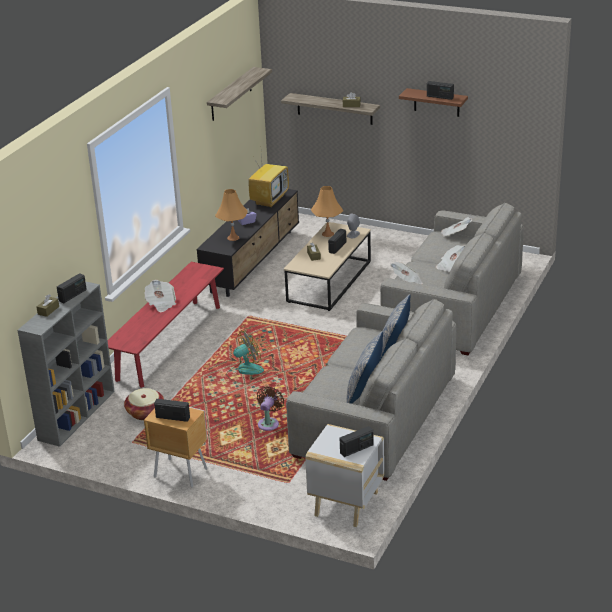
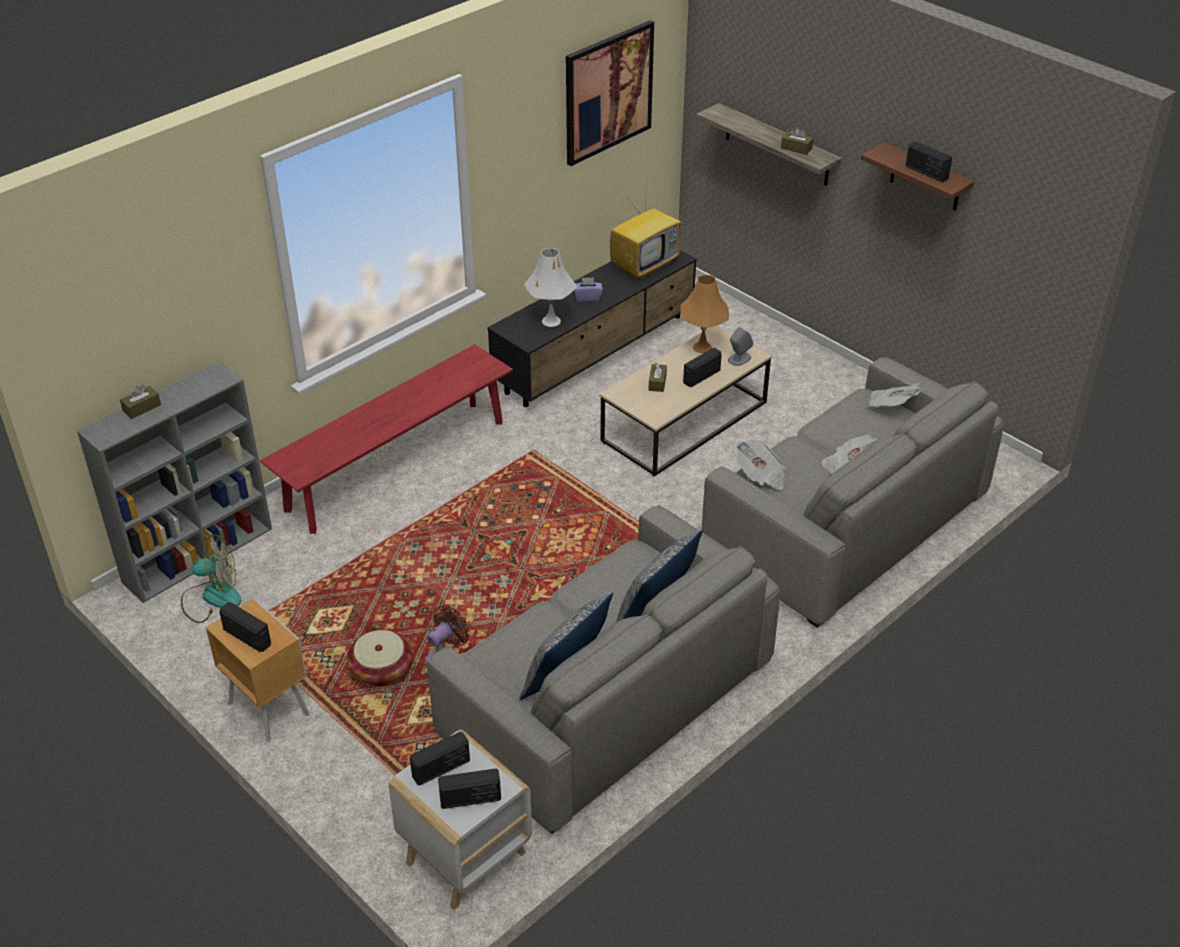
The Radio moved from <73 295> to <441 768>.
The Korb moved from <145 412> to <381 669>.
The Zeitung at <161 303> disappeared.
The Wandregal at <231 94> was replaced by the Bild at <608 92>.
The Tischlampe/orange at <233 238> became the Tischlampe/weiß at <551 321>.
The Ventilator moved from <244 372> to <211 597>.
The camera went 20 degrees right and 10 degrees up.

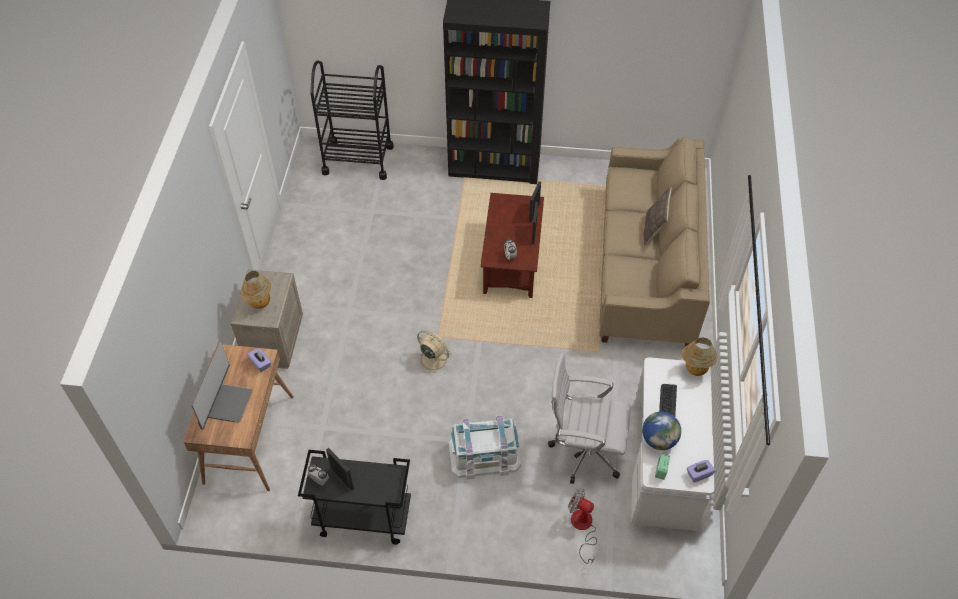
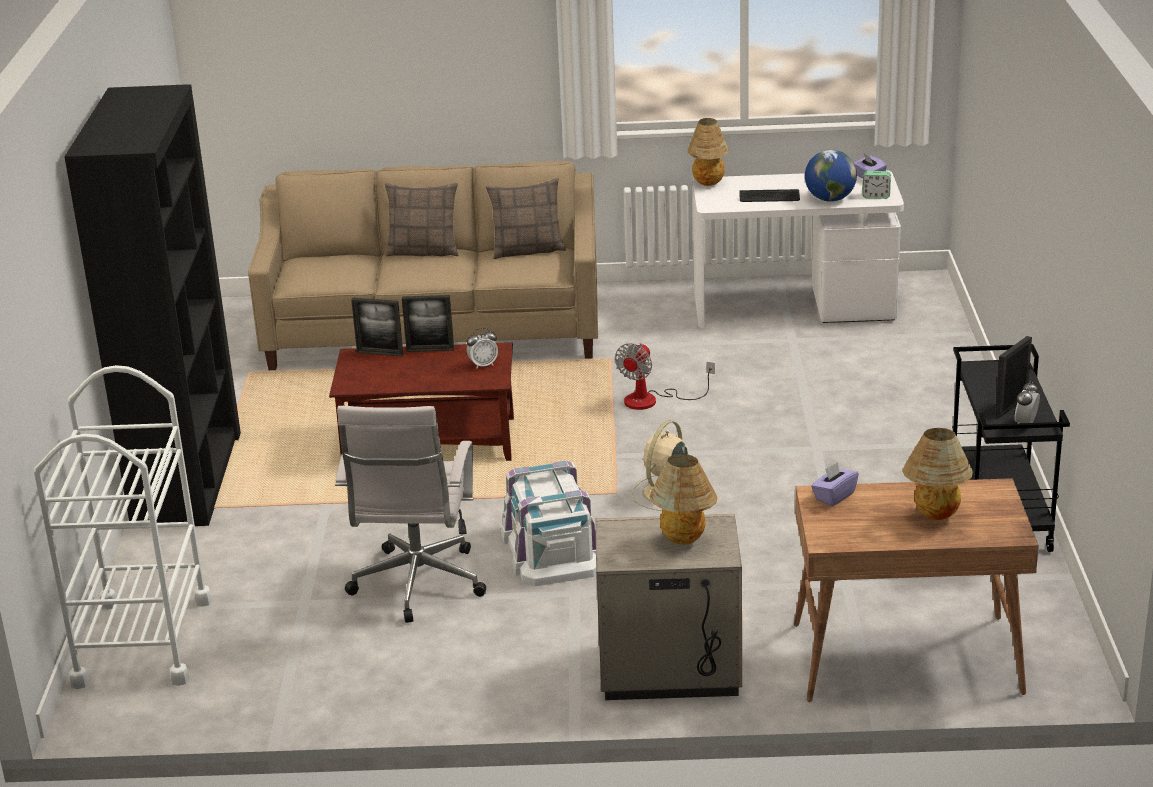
The Monitor at <226 403> was replaced by the Tischlampe at <934 516>.
The Rollwagen/schwarz at <358 159> became the Rollwagen/weiß at <143 642>.
The Aufbewahrungsbox/weiß moved from <484 454> to <550 549>.
The Bürostuhl/weiß moved from <583 450> to <417 587>.
The Ventilator moved from <582 528> to <652 400>.
The Kissen at <528 250> appeared.
The camera went 95 degrees left and 25 degrees down.

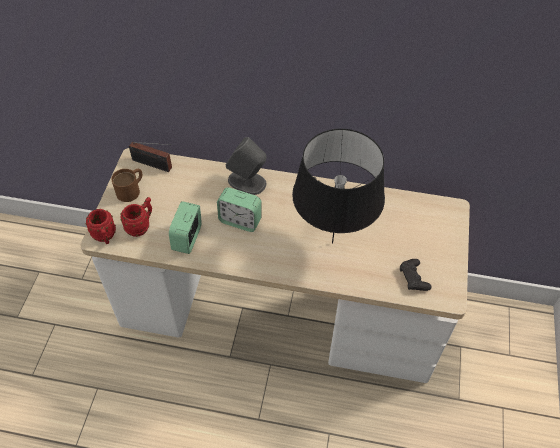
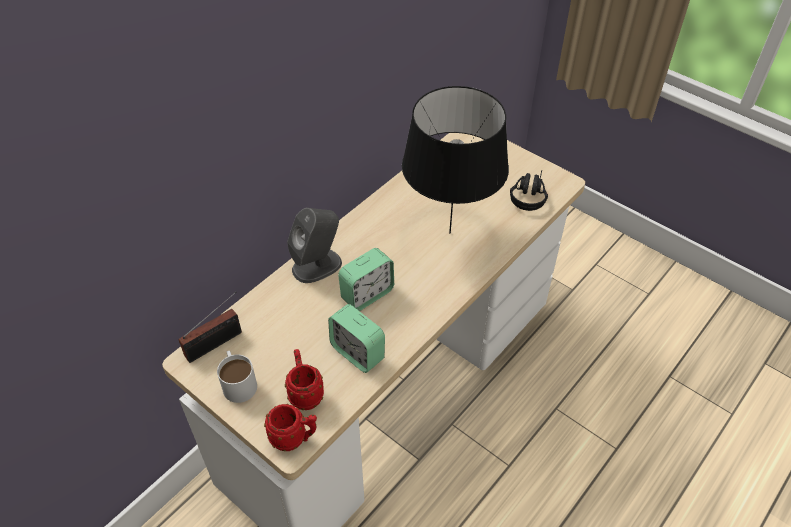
The Henkelbecher/braun at <131 189> became the Henkelbecher/weiß at <238 382>.
The Gamepad/schwarz at <413 278> was replaced by the Kopfhörer/schwarz at <528 195>.
The camera went 60 degrees left and 5 degrees down.

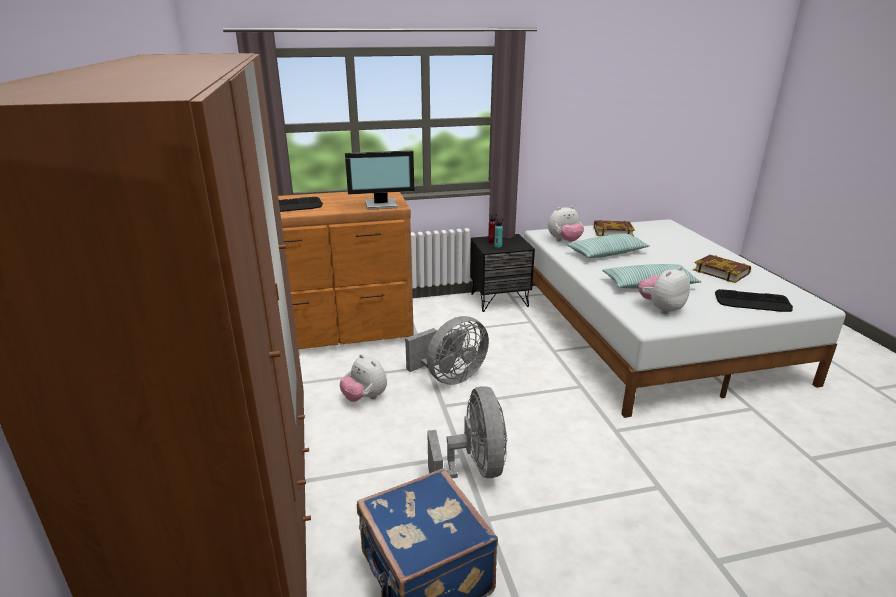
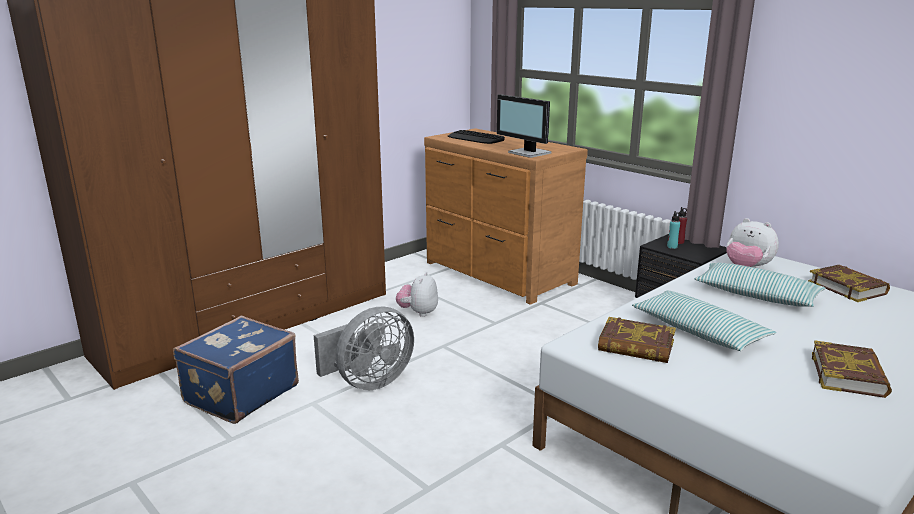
The Ventilator/grau at <450 377> disappeared.
The Plüschtier at <661 308> was replaced by the Buch at <636 346>.
The Tastatur at <752 302> disappeared.
The camera went 60 degrees right and 5 degrees down.

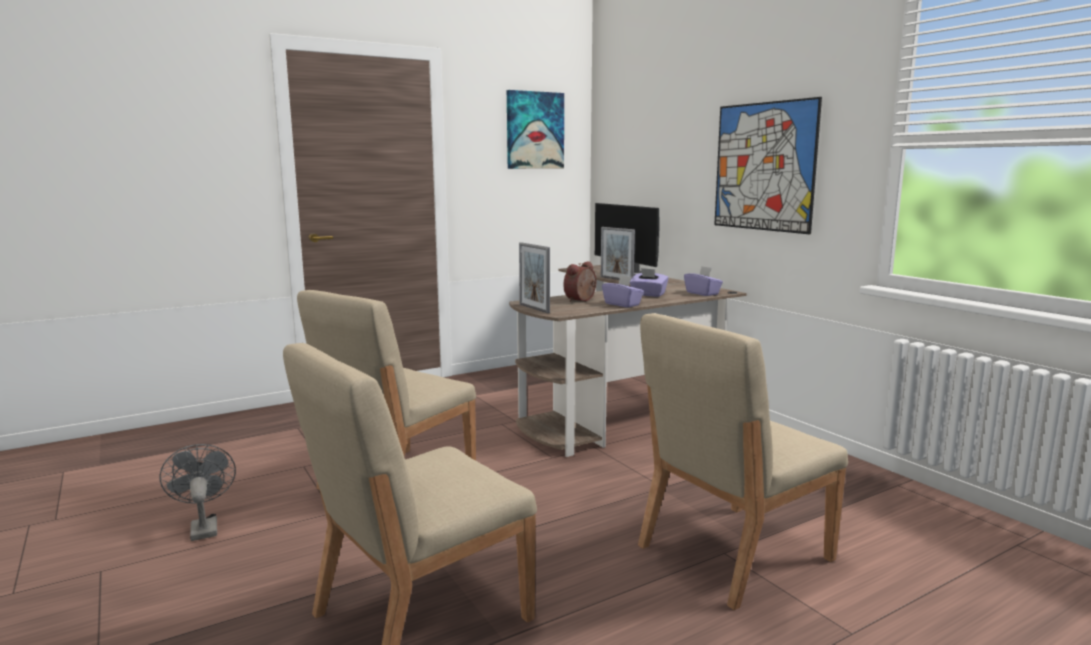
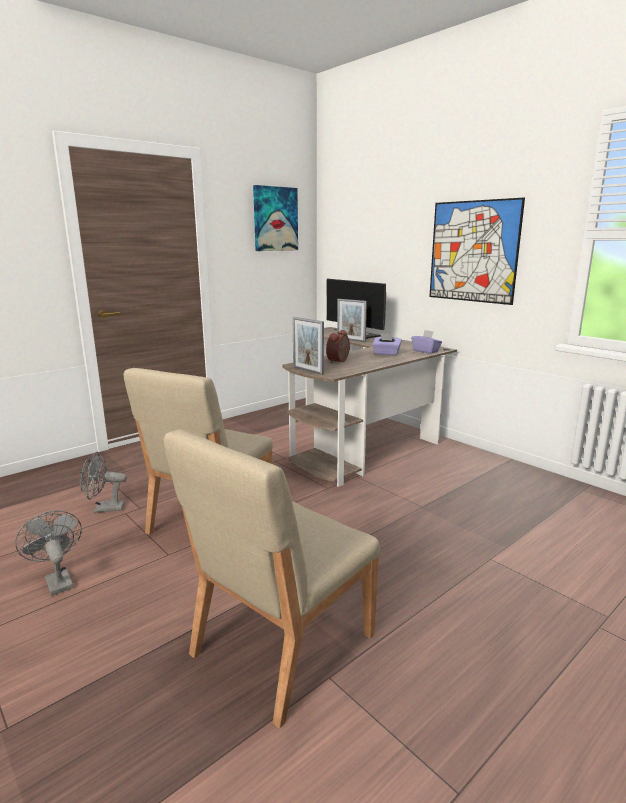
The Taschentuchbox/lila at <622 304> disappeared.
The Stuhl/beige at <732 553> disappeared.
The Ventilator/grau at <104 508> appeared.
The camera went 10 degrees left and 5 degrees up.

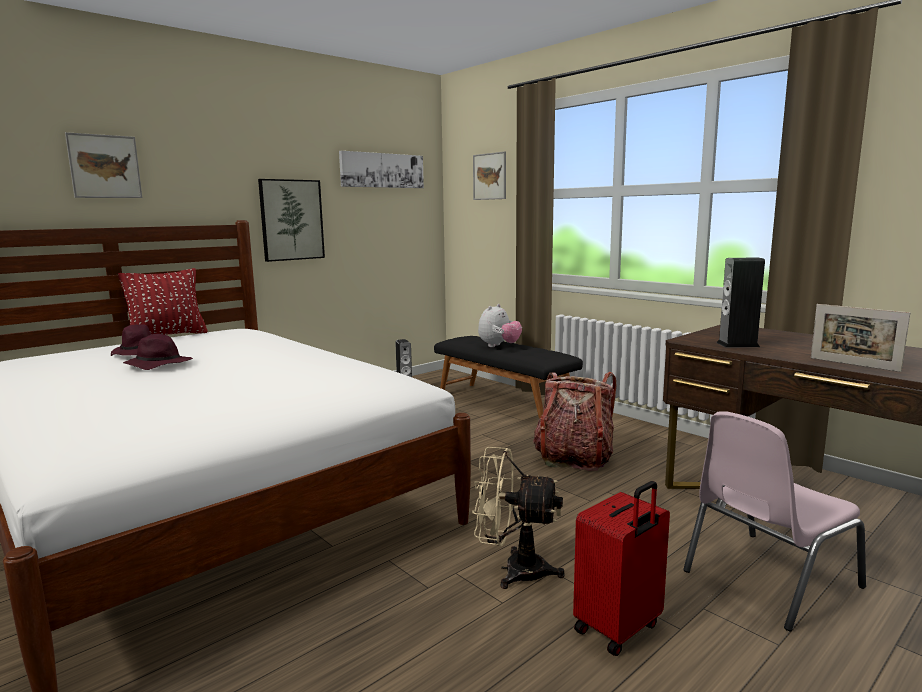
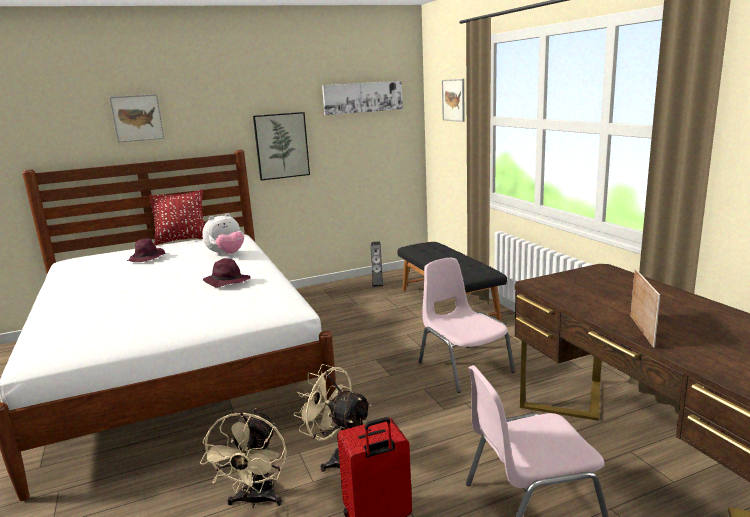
The Hut/lila moved from <158 365> to <226 282>.
The Plüschtier moved from <499 346> to <226 255>.
The Rucksack at <573 458> was replaced by the Stuhl/rosa at <463 367>.
The Lautsprecher at <737 344> disappeared.
The Bilderrahmen at <853 364> turned 150 degrees counterclockwise.
The Ventilator/beige at <256 500> appeared.
The camera went 20 degrees right and 5 degrees up.

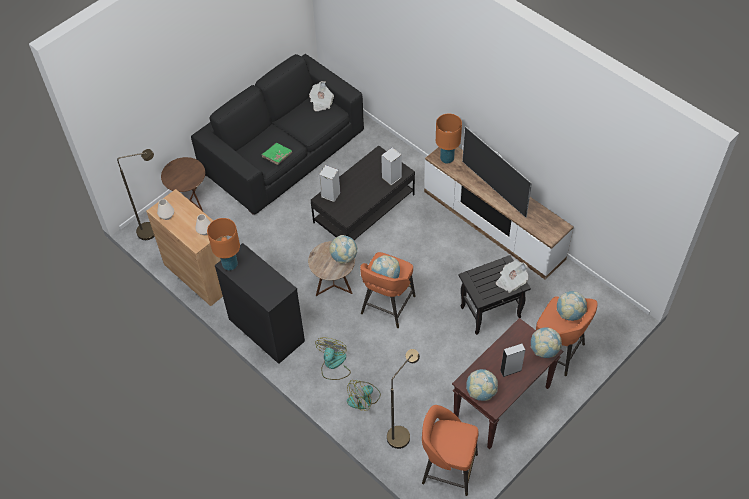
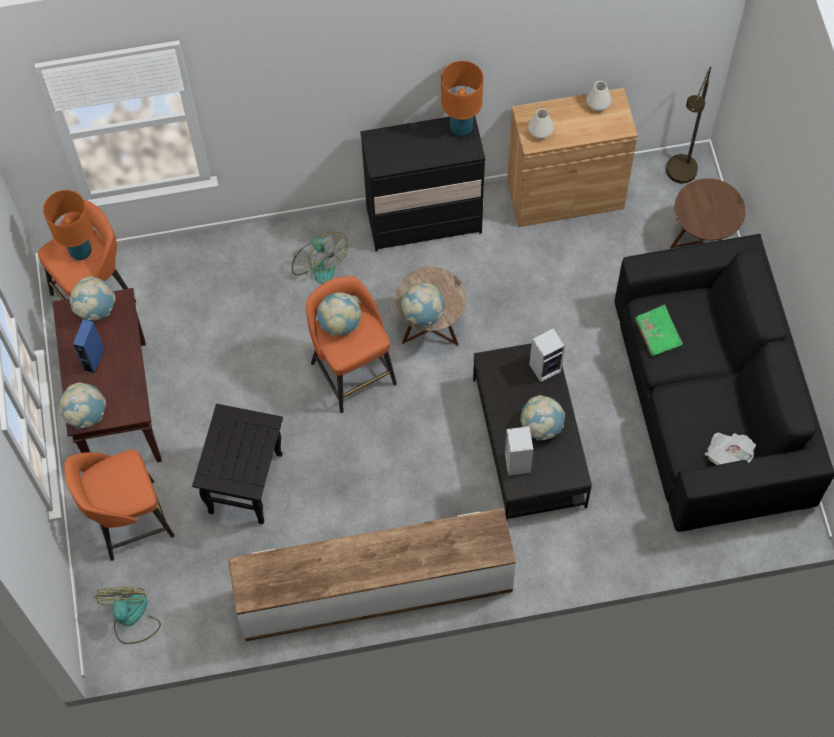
The Ventilator moved from <364 398> to <131 618>.
The Stehlampe/braun at <401 432> disappeared.
The Tischlampe/orange moved from <447 159> to <81 251>.
The Fernseher at <494 188> disappeared.
The Zeitung at <511 281> disappeared.
The Lautsprecher/grau at <511 370> became the Lautsprecher/blau at <94 359>.
The Globus moved from <569 313> to <541 426>.
The camera went 125 degrees right and 10 degrees up.

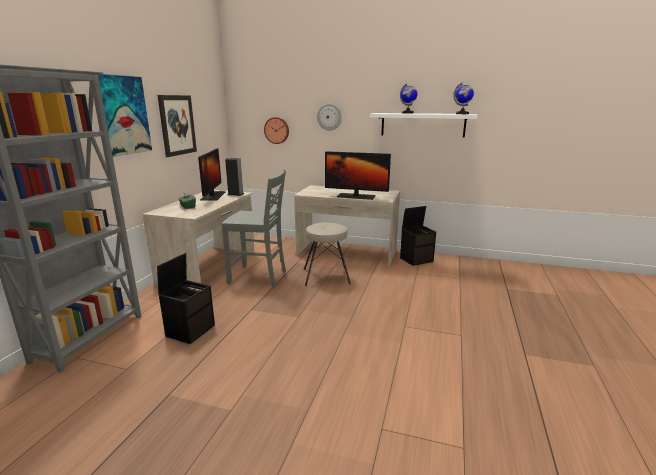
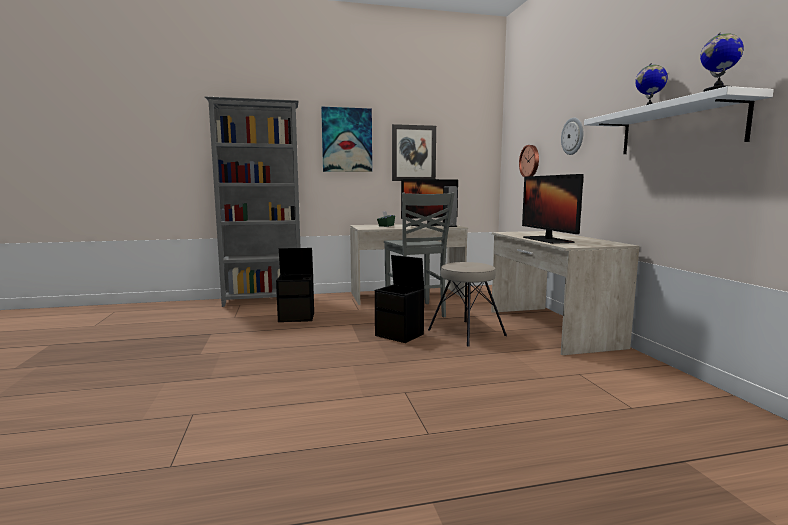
The Aufbewahrungsbox/schwarz moved from <416 259> to <400 335>.
The camera went 60 degrees right and 10 degrees down.

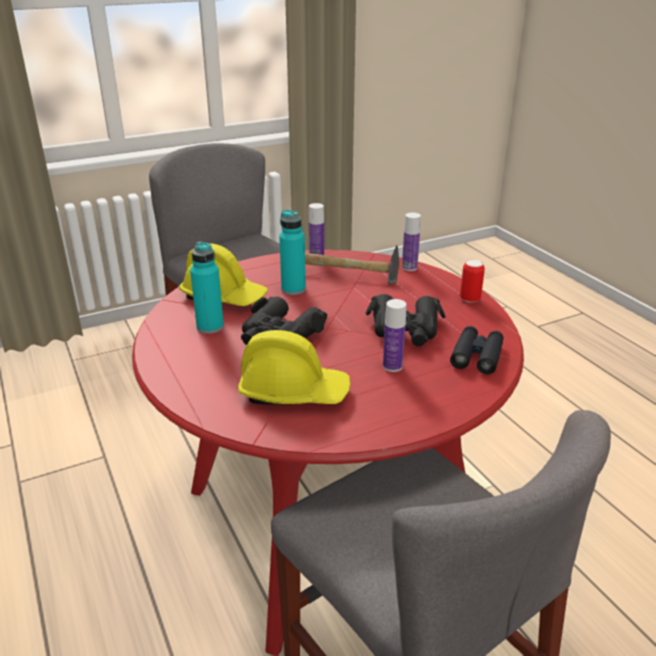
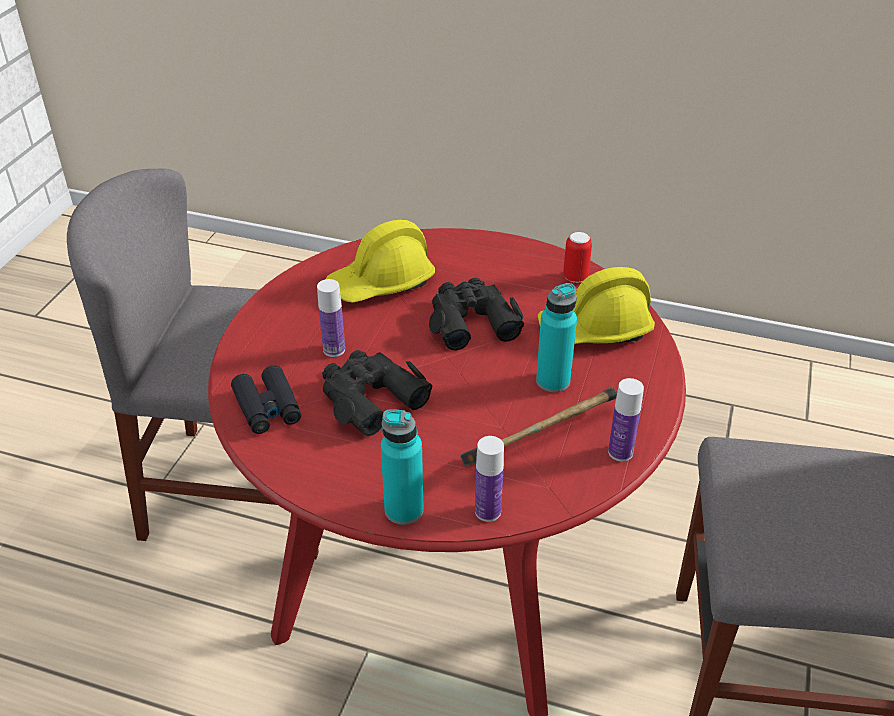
The Flasche/türkis moved from <210 327> to <404 510>.
The Dose moved from <470 299> to <575 277>.
The camera went 135 degrees right and 10 degrees up.

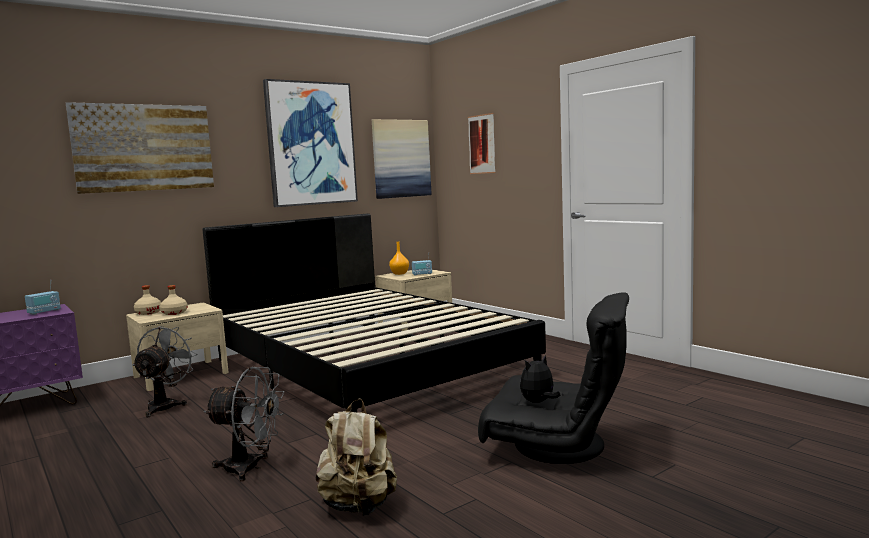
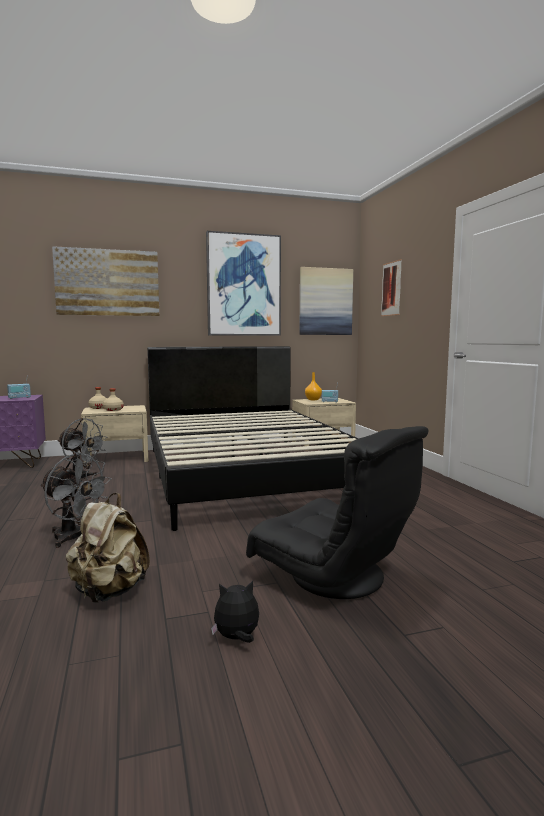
The Ventilator/grau at <166 405> turned 90 degrees clockwise.
The Plüschtier moved from <538 402> to <237 638>.
The camera went 20 degrees right and 0 degrees up.

